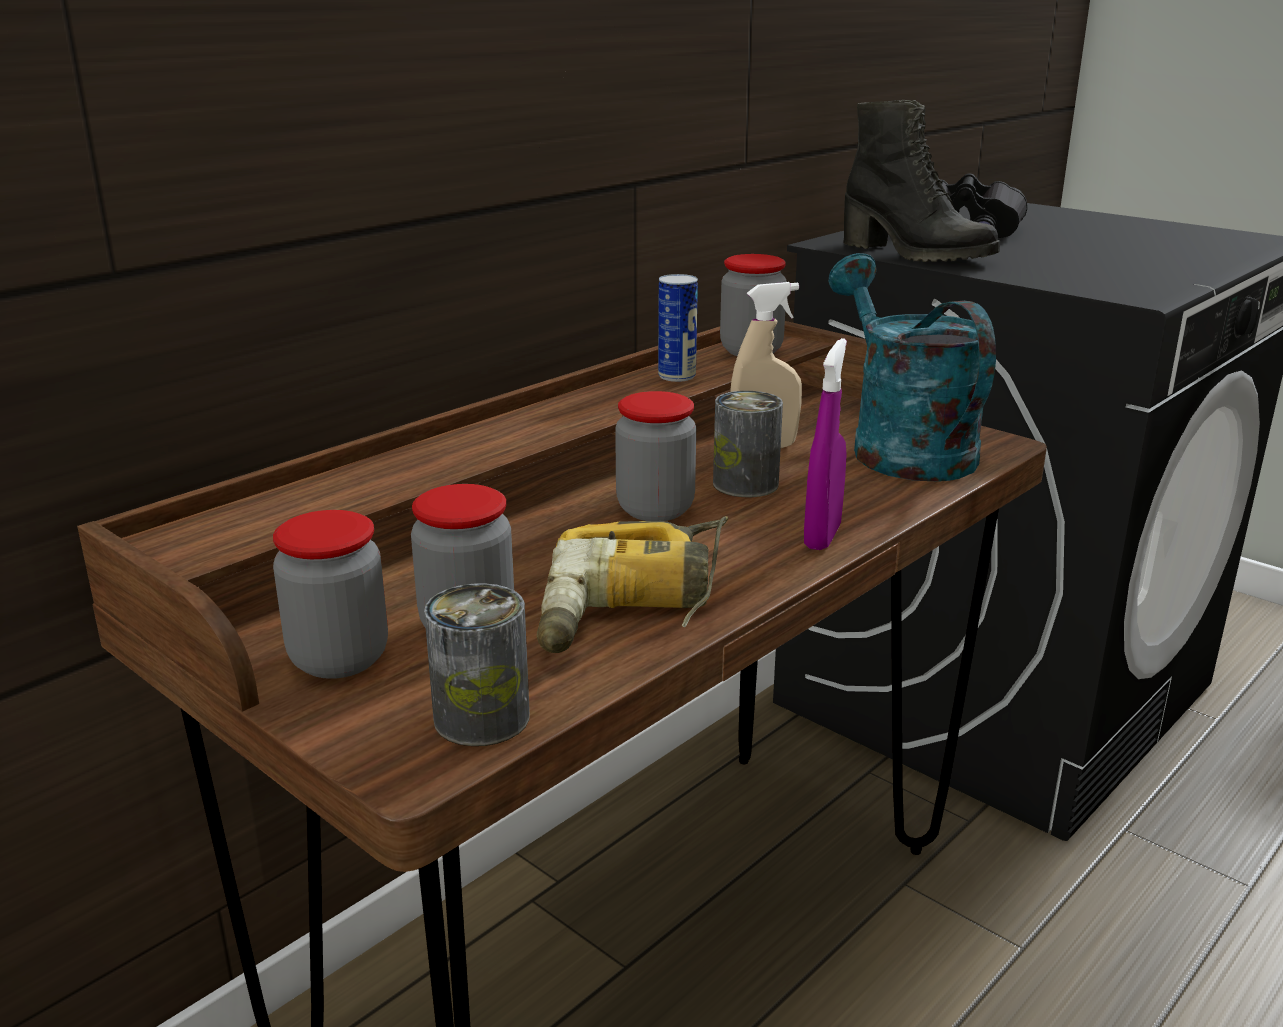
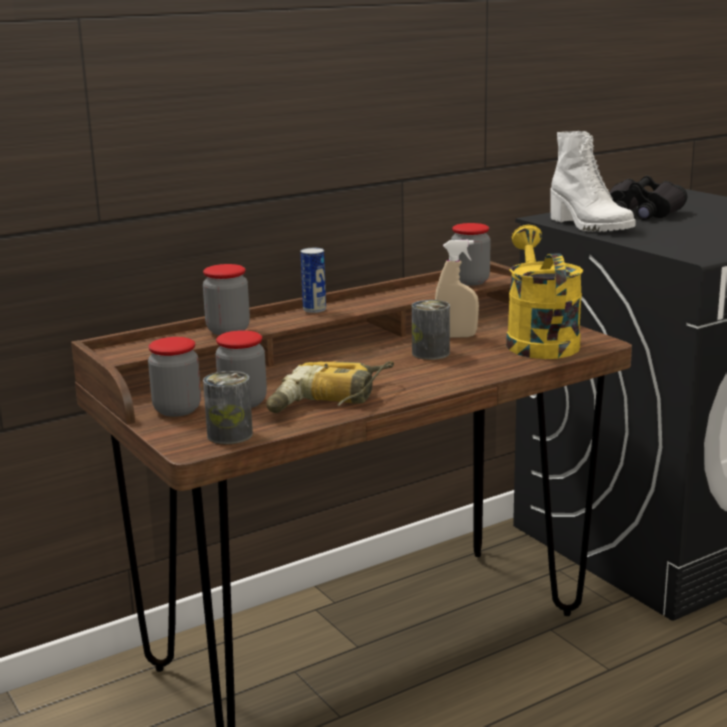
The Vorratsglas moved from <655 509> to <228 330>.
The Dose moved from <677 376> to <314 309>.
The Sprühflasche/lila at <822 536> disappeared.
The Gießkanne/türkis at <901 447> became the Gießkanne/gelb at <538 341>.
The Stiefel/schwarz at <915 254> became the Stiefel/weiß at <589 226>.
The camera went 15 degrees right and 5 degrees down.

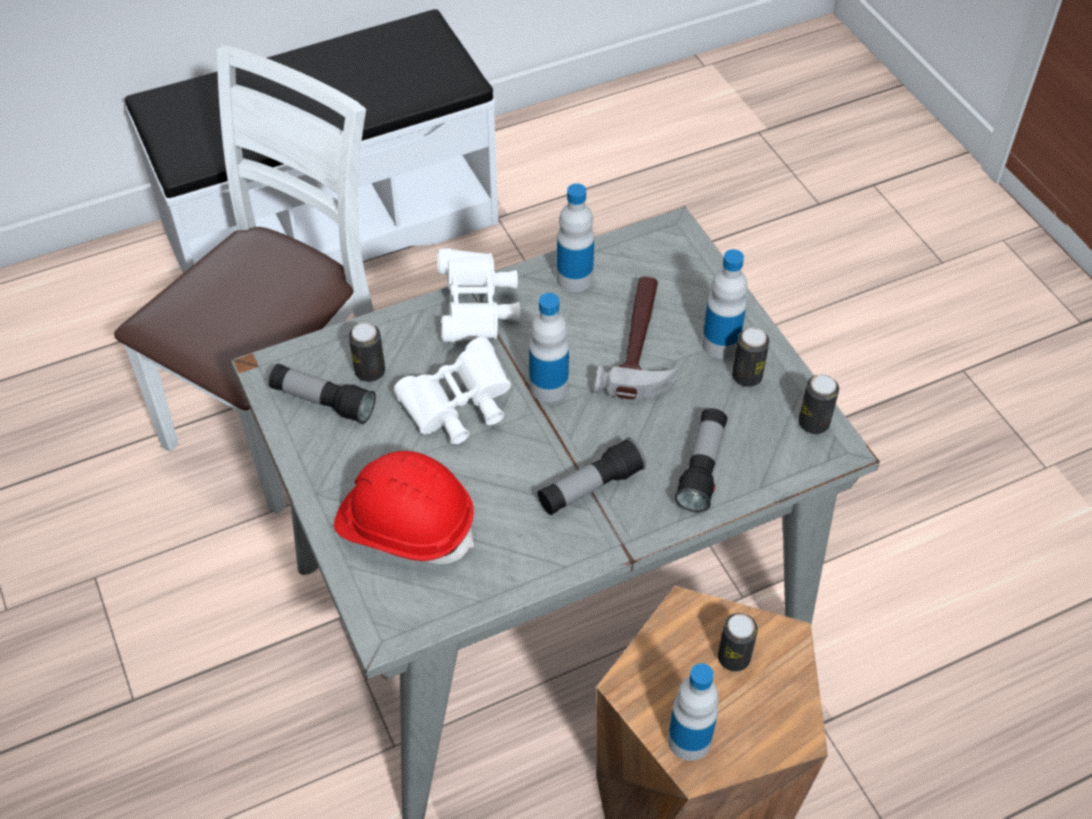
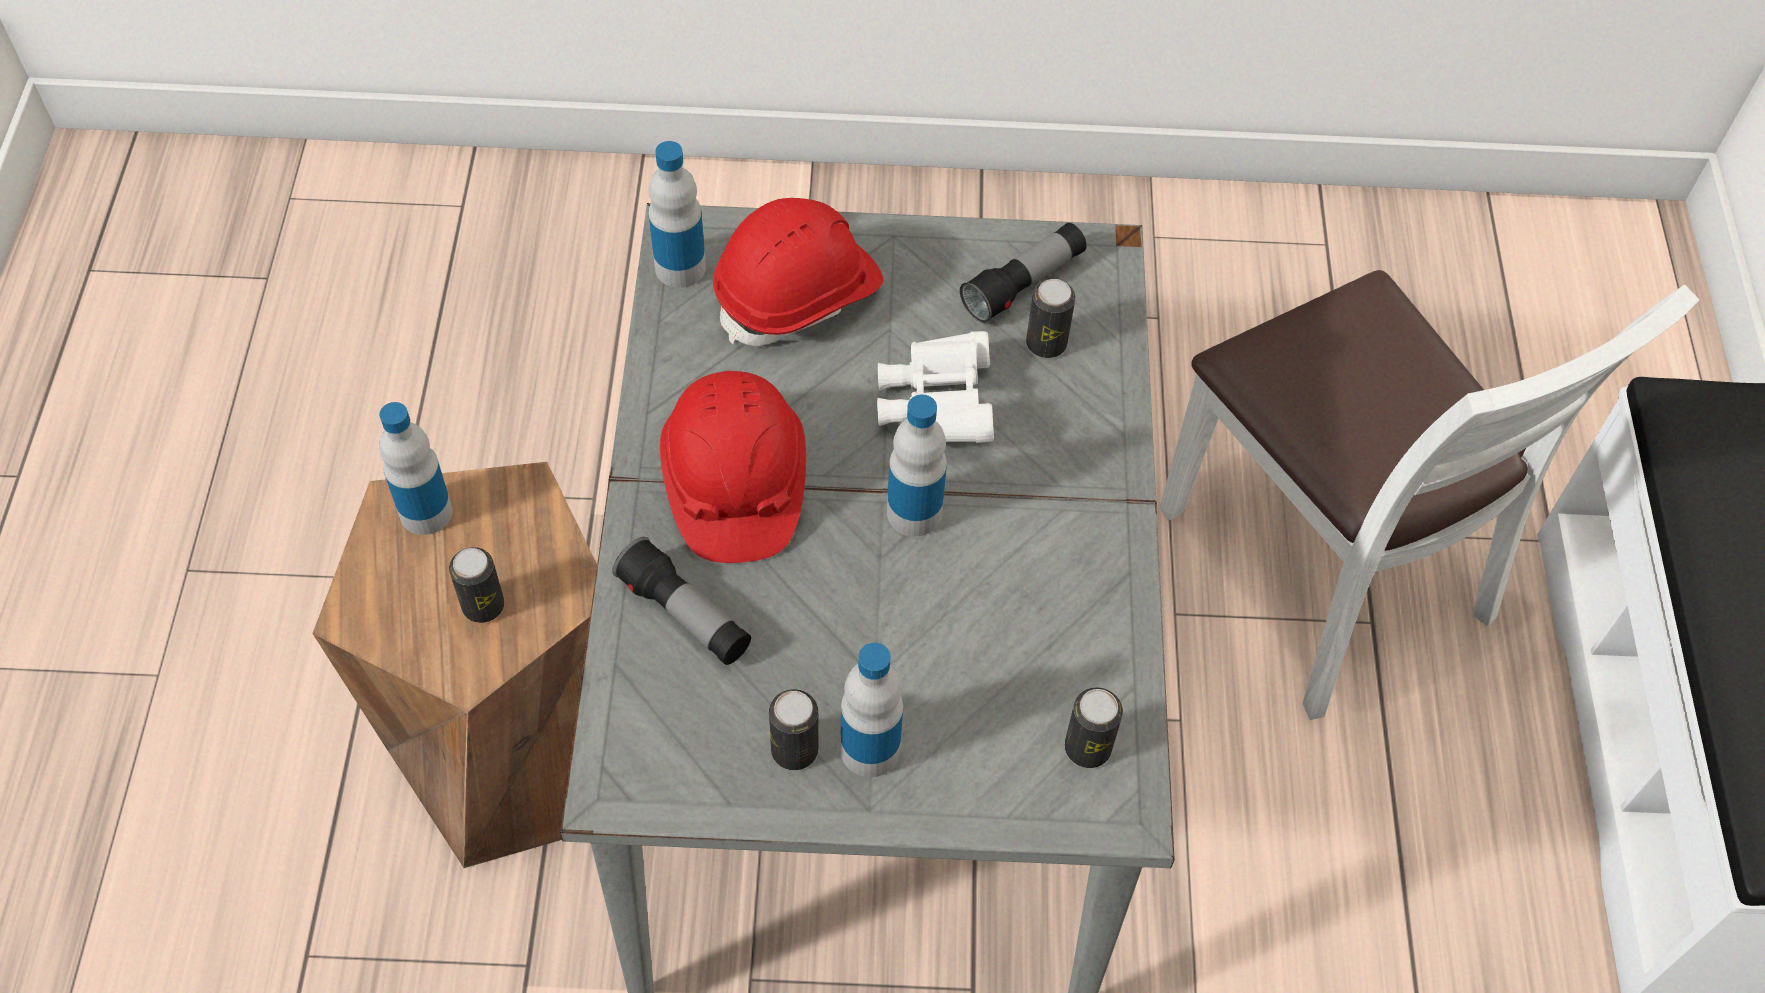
The Fernglas/weiß at <477 310> disappeared.
The Taschenlampe at <590 488> was replaced by the Schutzhelm/rot at <734 484>.
The Flasche moved from <574 278> to <680 268>.
The Hammer at <643 346> disappeared.
The Dose moved from <813 423> to <1087 748>.
The camera went 115 degrees right and 5 degrees up.

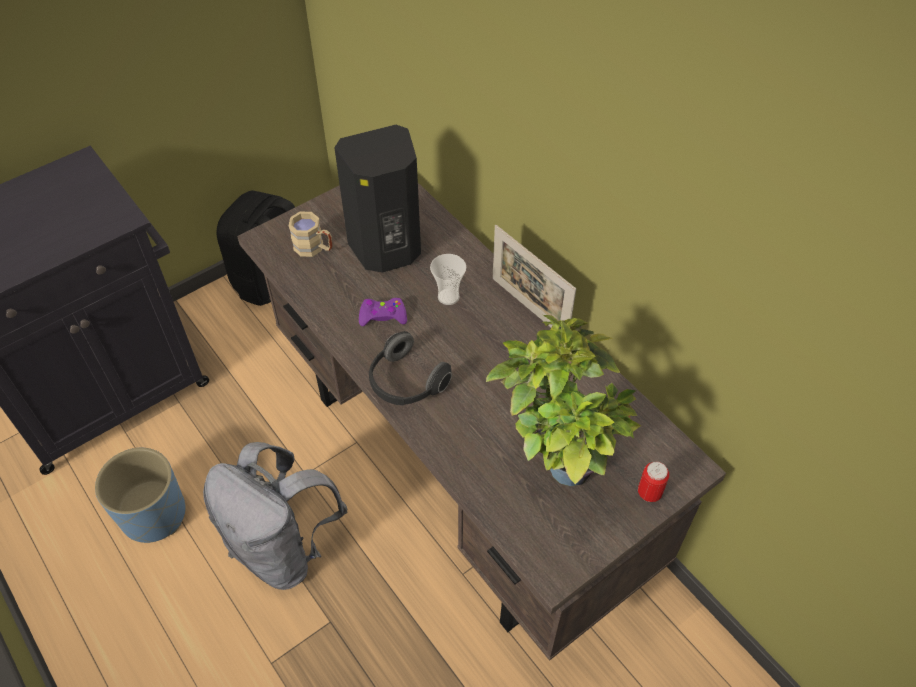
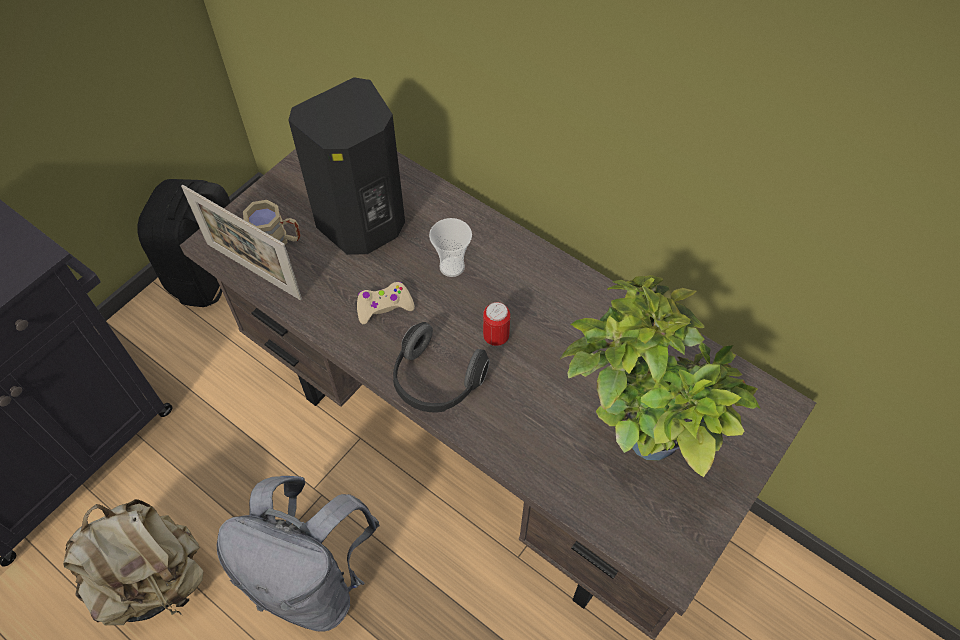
The Pflanzkübel/blau at <154 514> was replaced by the Rucksack/beige at <153 579>.
The Gamepad/lila at <383 316> became the Gamepad/beige at <384 306>.
The Bilderrahmen moved from <529 308> to <253 271>.
The Dose moved from <649 493> to <496 337>.
The camera went 15 degrees left and 5 degrees up.

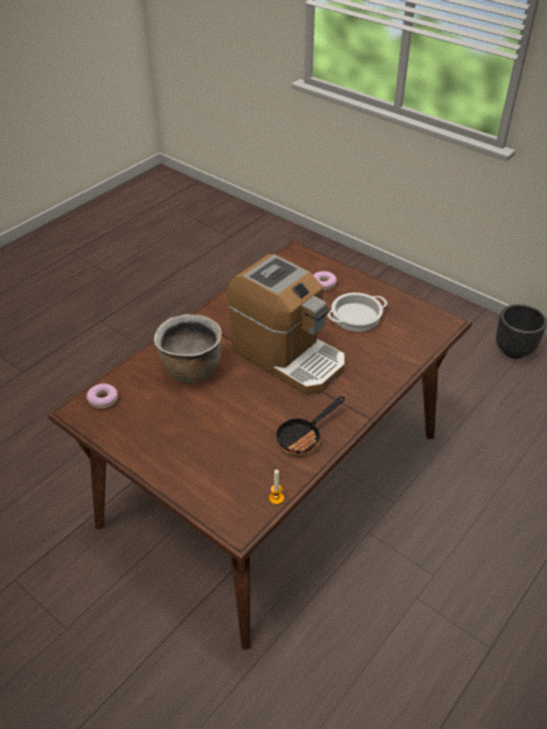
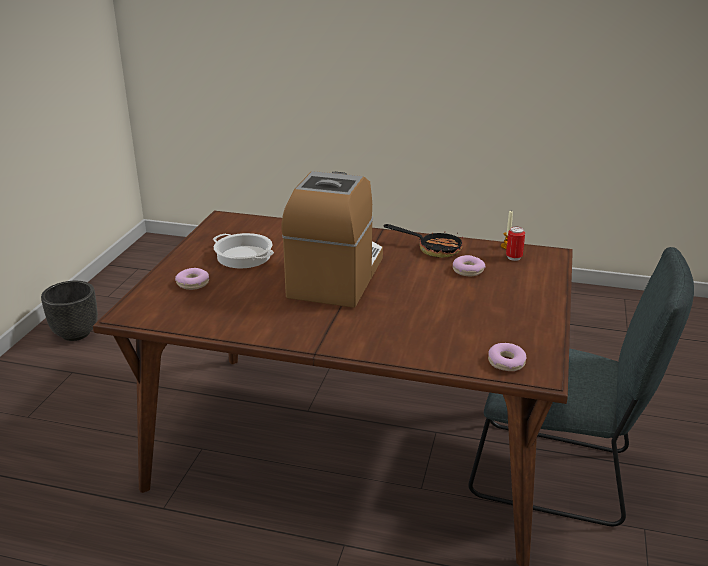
The Kochtopf/braun at <191 370> disappeared.
The Donut at <468 271> appeared.
The Stuhl/grau at <559 475> appeared.
The Dose at <514 257> appeared.
The camera went 115 degrees left and 15 degrees down.

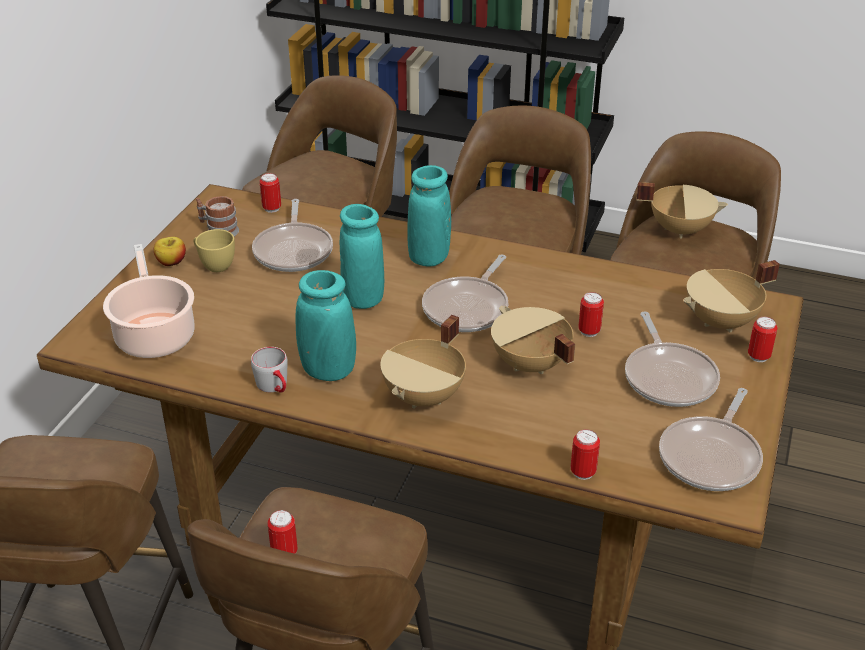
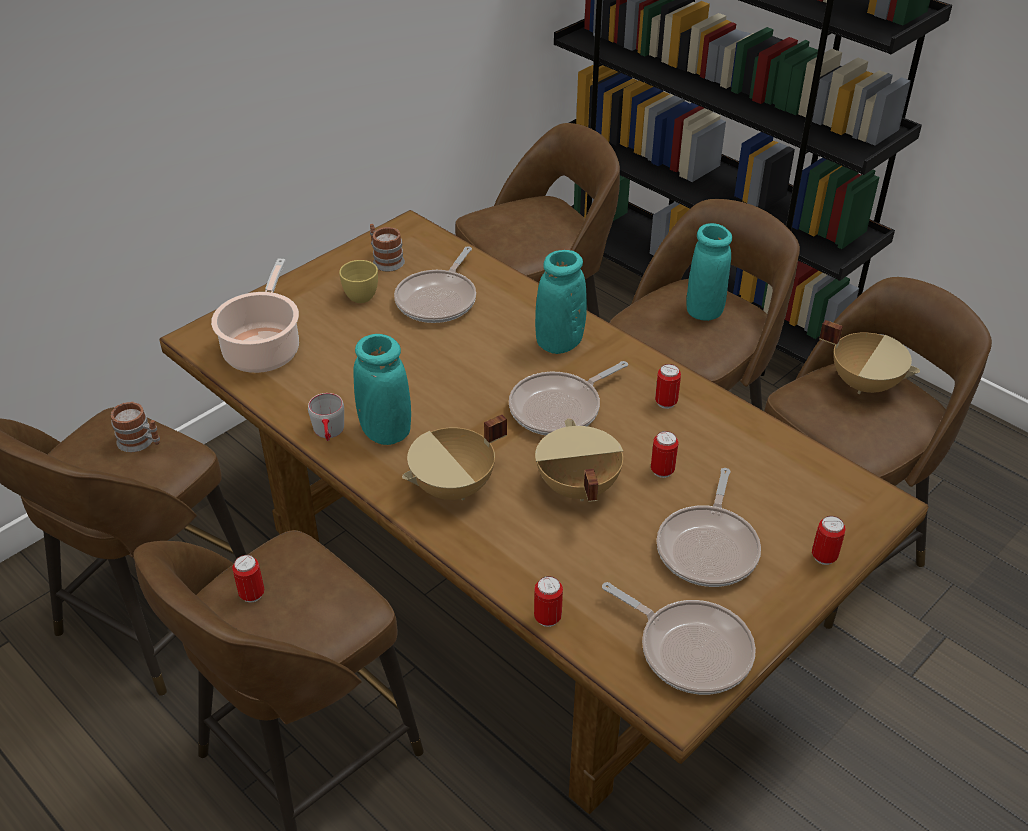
The Apfel at <171 262> disappeared.
The Dose moved from <272 208> to <666 402>.
The Vase/türkis moved from <363 299> to <704 311>.
The Pfanne at <711 456> turned 105 degrees counterclockwise.
The Kochtopf/beige at <721 322> disappeared.
The Henkelbecher at <141 442> appeared.
The camera went 25 degrees right and 5 degrees up.

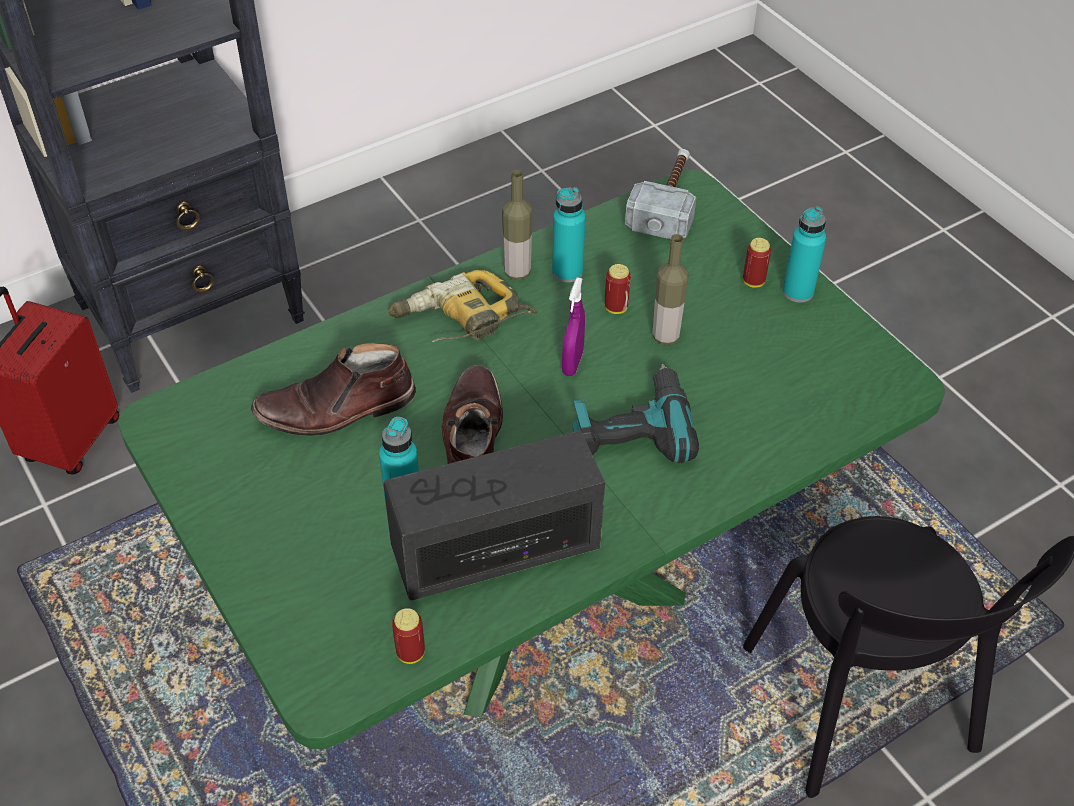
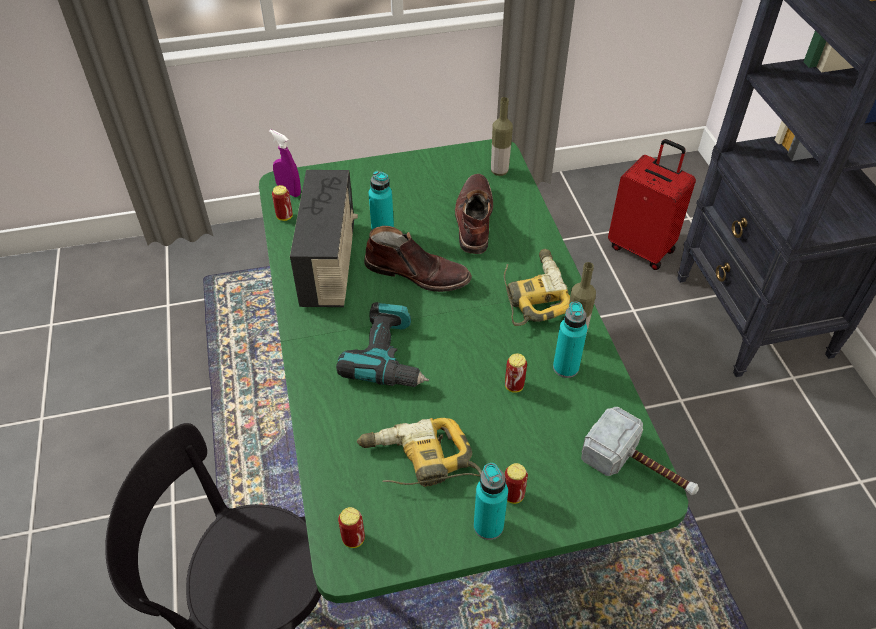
The Sprühflasche/lila moved from <572 363> to <289 191>.
The Flasche moved from <665 336> to <499 171>.
The Dose at <353 539> appeared.
The Bohrmaschine at <418 462> appeared.
The camera went 110 degrees right and 0 degrees up.

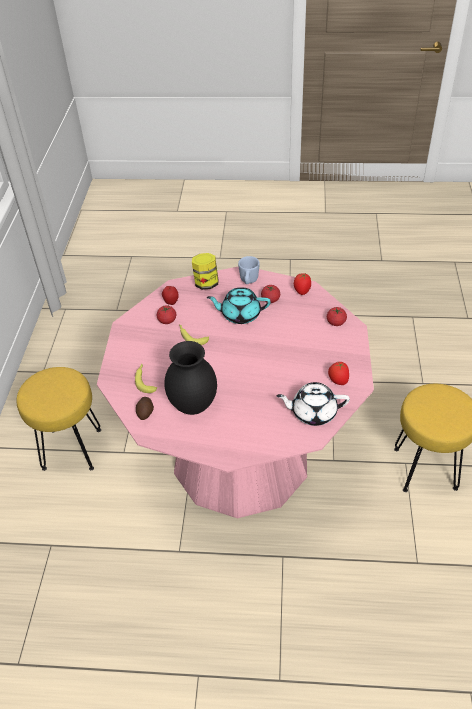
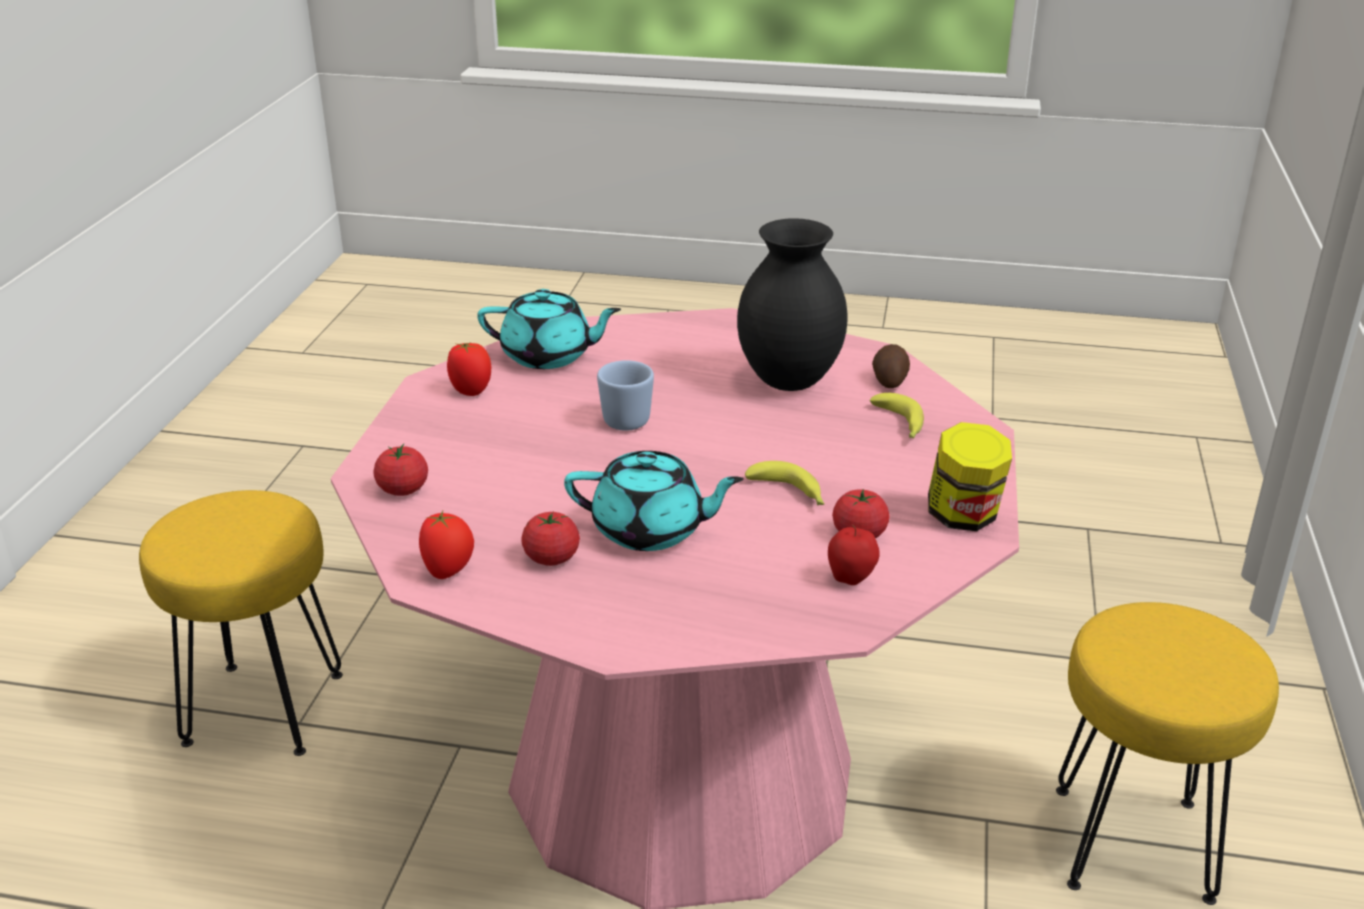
The Vorratsglas moved from <206 283> to <963 517>.
The Henkelbecher/blau moved from <248 281> to <629 417>.
The Teekanne/weiß at <313 412> became the Teekanne/türkis at <548 356>.
The camera went 175 degrees left and 15 degrees down.

